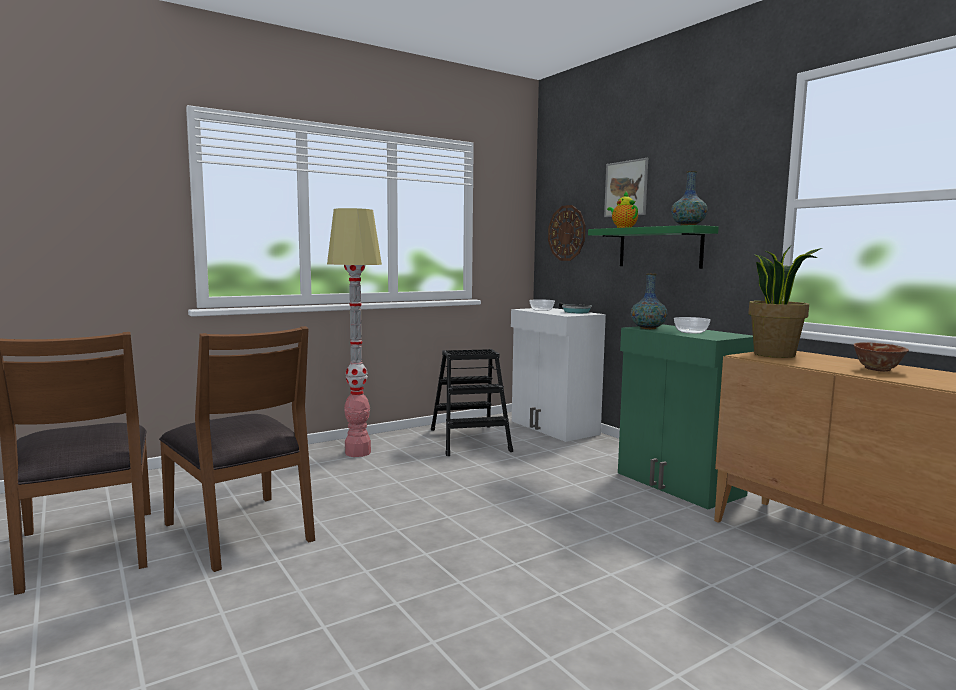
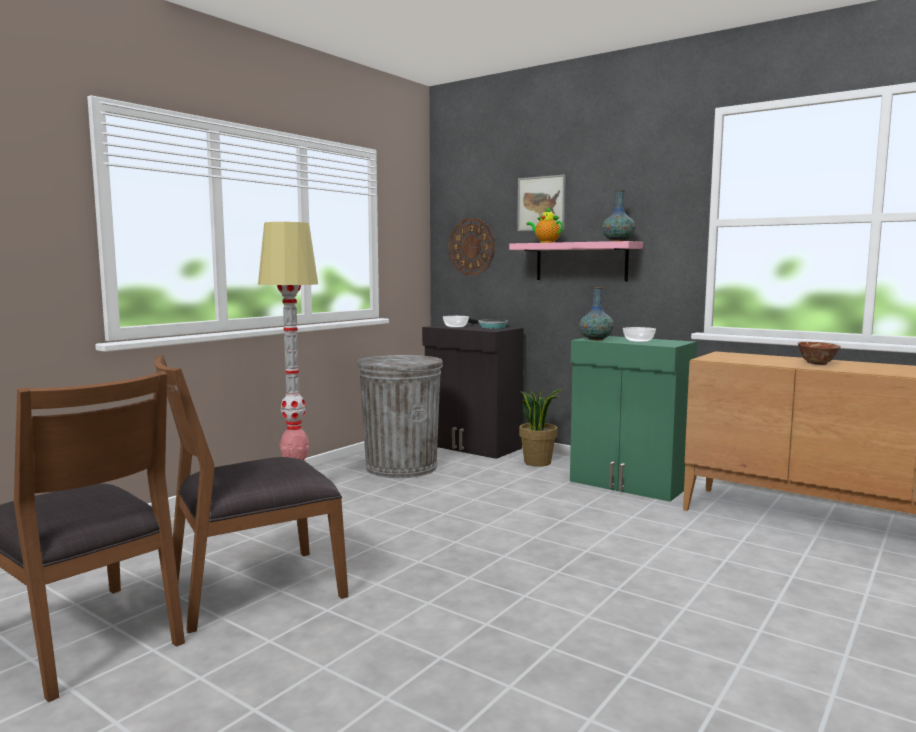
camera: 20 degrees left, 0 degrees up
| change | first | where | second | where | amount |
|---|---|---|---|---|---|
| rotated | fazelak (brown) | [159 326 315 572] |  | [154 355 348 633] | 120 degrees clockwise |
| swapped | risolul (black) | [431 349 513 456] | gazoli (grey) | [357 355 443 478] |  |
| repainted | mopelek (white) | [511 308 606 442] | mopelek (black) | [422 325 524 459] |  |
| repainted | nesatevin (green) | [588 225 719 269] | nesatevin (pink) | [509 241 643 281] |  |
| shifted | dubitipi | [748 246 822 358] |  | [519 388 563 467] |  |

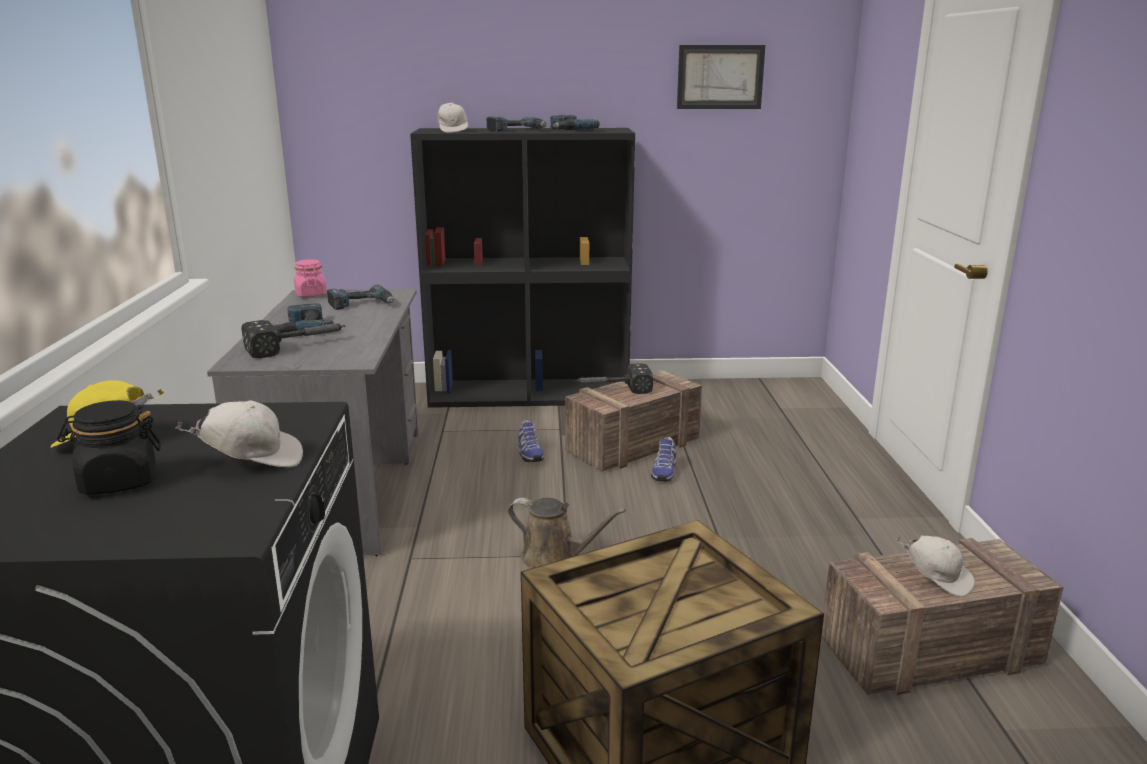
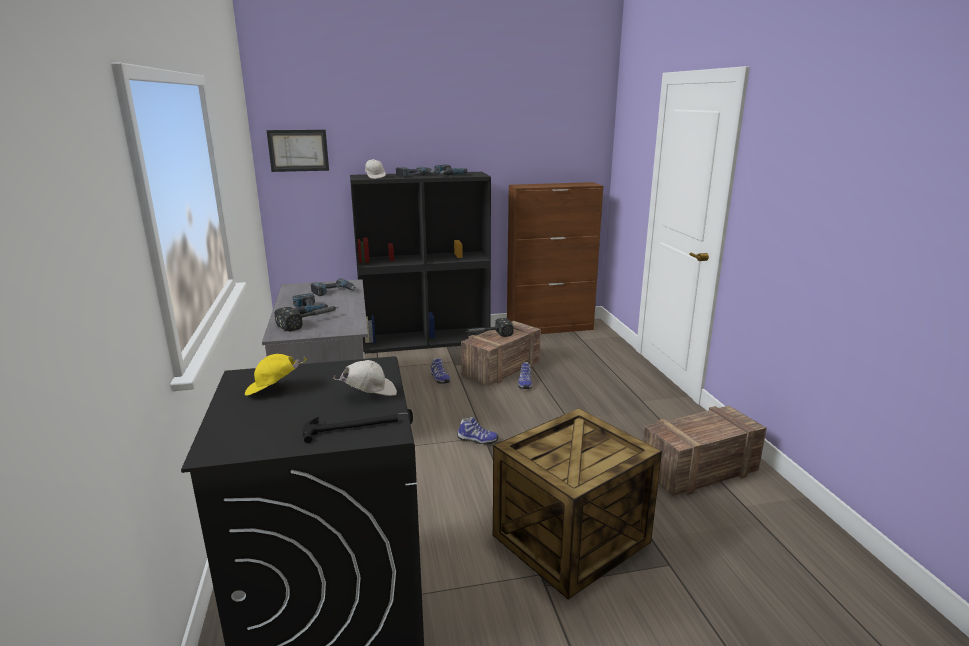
camera: 10 degrees left, 0 degrees up
| change | first | where | second | where | amount |
|---|---|---|---|---|---|
| shifted | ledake | [677 45 765 109] |  | [266 130 329 172] |  |
| new |  |  | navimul | [303 414 398 443] |  |
| swapped | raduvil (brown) | [508 498 626 569] | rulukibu | [457 417 498 445] |  |
| new |  |  | mopelek (brown) | [507 182 603 334] |  |
| gone | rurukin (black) | [57 400 161 495] |  |  |  |
| gone | rurukin (pink) | [294 259 327 297] |  |  |  |
| gone | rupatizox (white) | [895 536 975 597] |  |  |  |

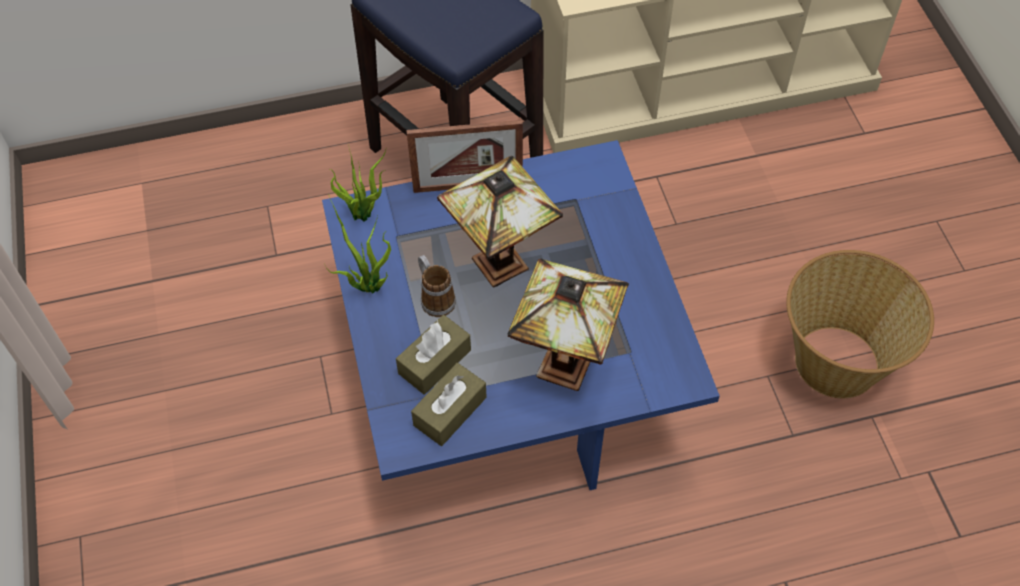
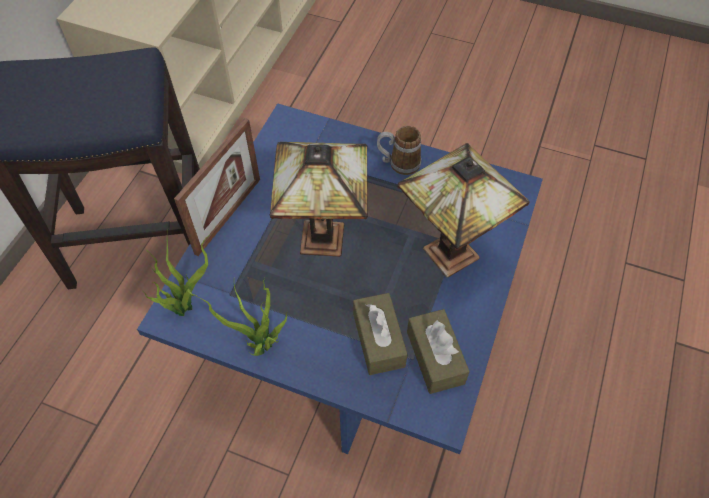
camera: 55 degrees left, 0 degrees up
| change | first | where | second | where | amount |
|---|---|---|---|---|---|
| shifted | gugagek | [418 255 456 317] |  | [377 126 421 175] |  |
| gone | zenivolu | [786 250 934 398] |  |  |  |

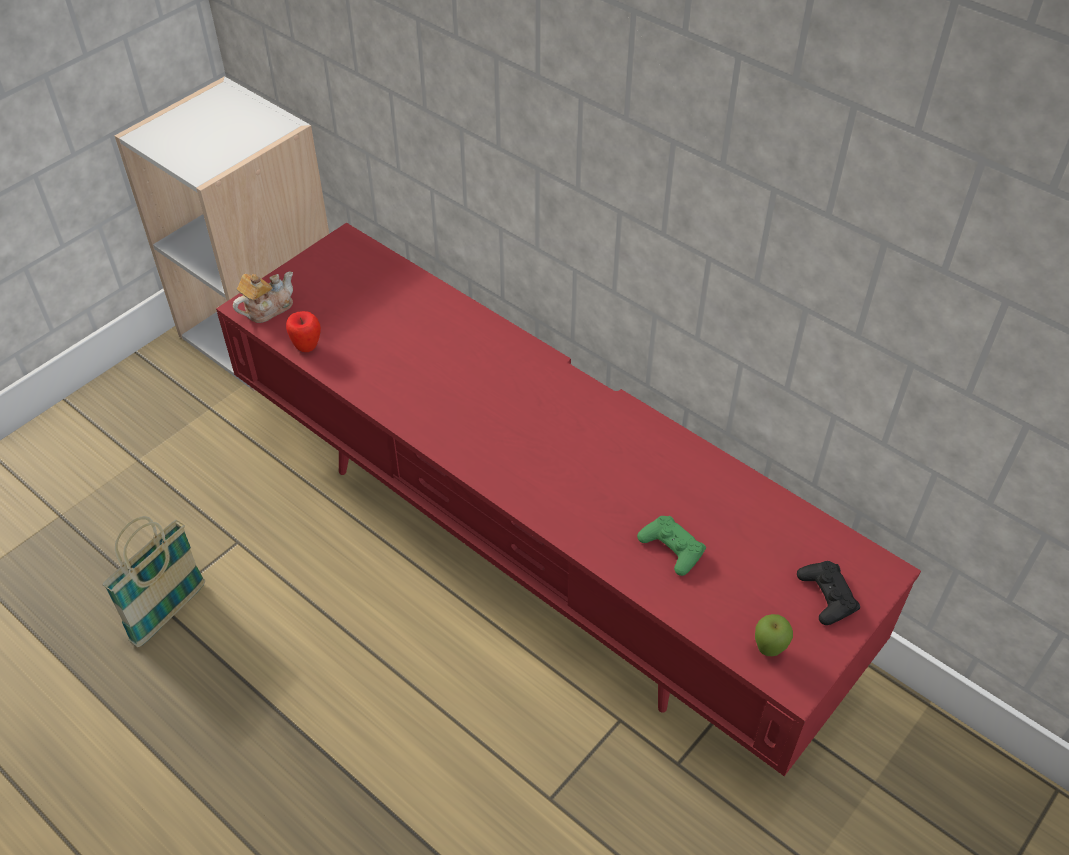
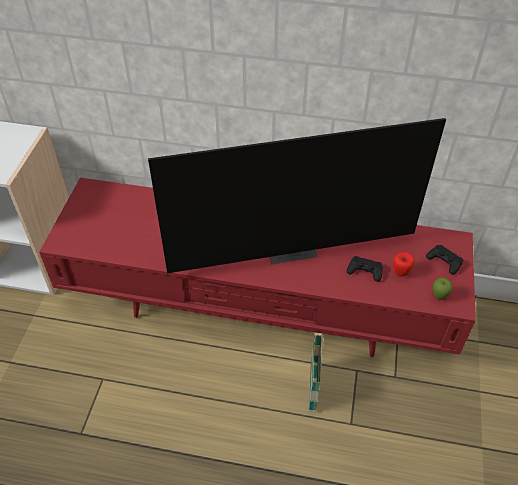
camera: 30 degrees left, 0 degrees up
| change | first | where | second | where | amount |
|---|---|---|---|---|---|
| new |  |  | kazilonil | [148 118 446 273] |  |
| shifted | zenivolu | [103 516 205 647] |  | [309 333 323 412] |  |
| repainted | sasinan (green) | [637 516 706 576] | sasinan (black) | [347 256 383 282] |  |
| shifted | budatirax | [286 311 321 352] |  | [393 252 414 277] |  |
| gone | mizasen | [233 271 293 323] |  |  |  |

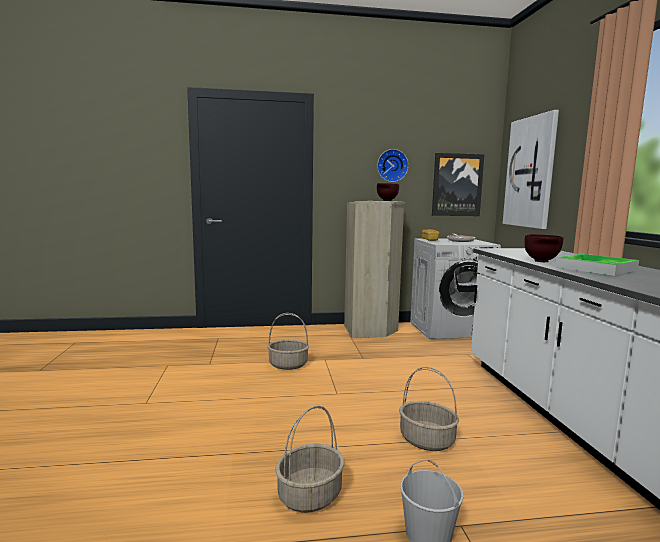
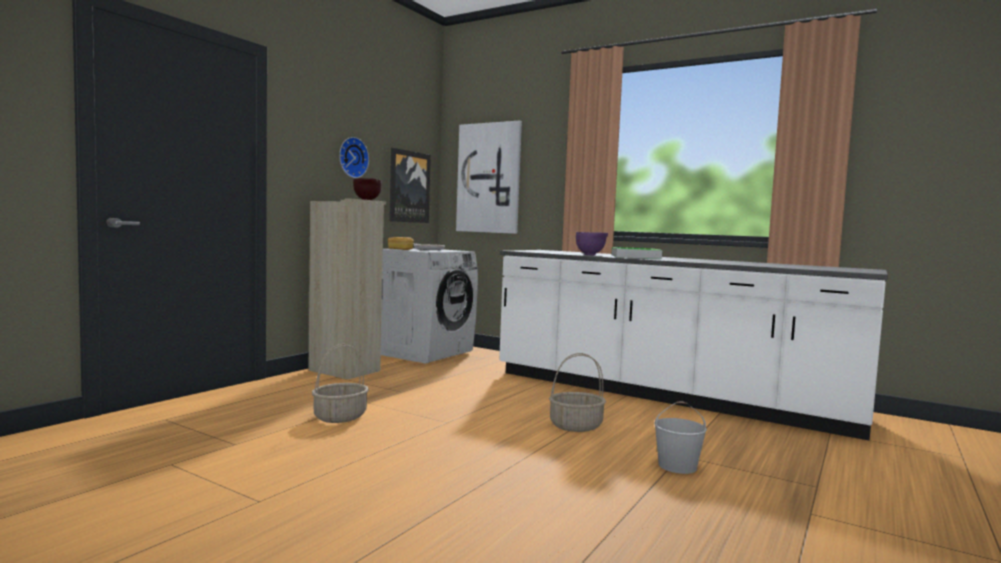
camera: 50 degrees left, 5 degrees down
| change | first | where | second | where | amount |
|---|---|---|---|---|---|
| repainted | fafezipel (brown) | [525 234 563 262] | fafezipel (purple) | [576 232 608 255] |  |
| gone | zenivolu | [275 405 344 513] |  |  |  |

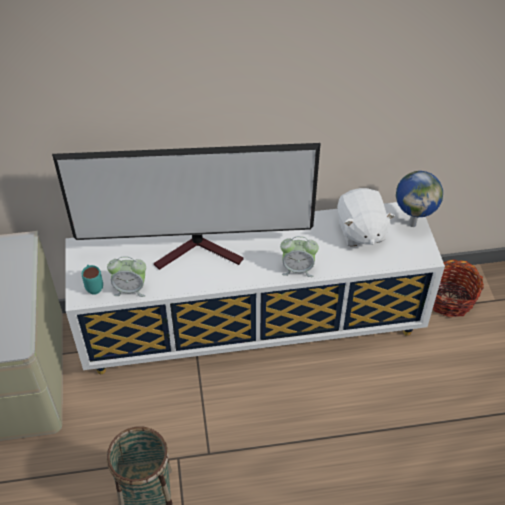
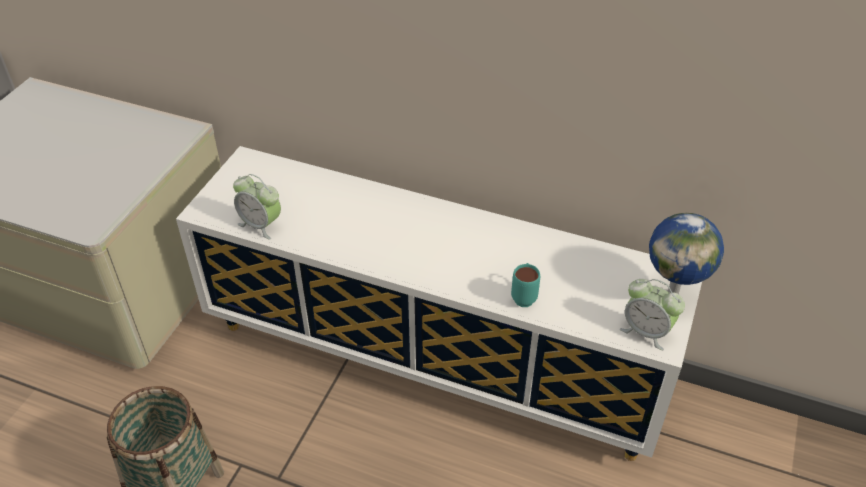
camera: 30 degrees right, 5 degrees down
| change | first | where | second | where | amount |
|---|---|---|---|---|---|
| shifted | gugagek (turquoise) | [82 265 103 294] |  | [511 263 540 307] |  |
| shifted | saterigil | [280 236 319 277] |  | [620 279 685 350] |  |
| gone | kazilonil | [52 143 321 270] |  |  |  |
| gone | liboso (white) | [337 188 395 247] |  |  |  |
| gone | zenivolu | [433 259 484 318] |  |  |  |

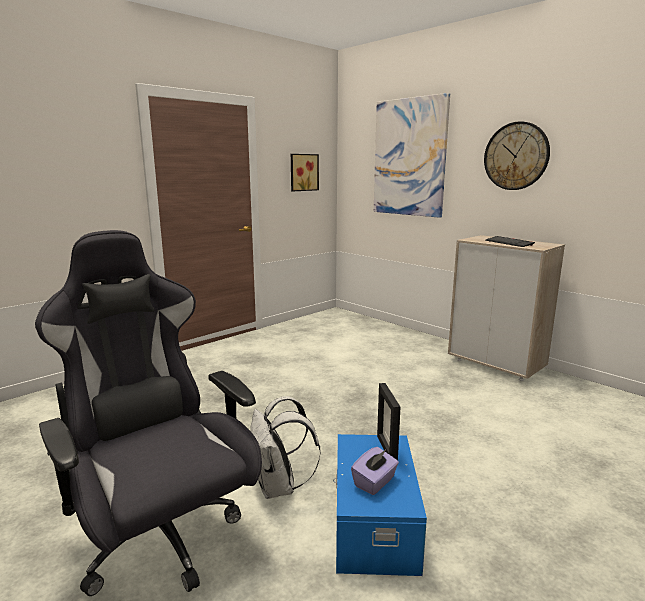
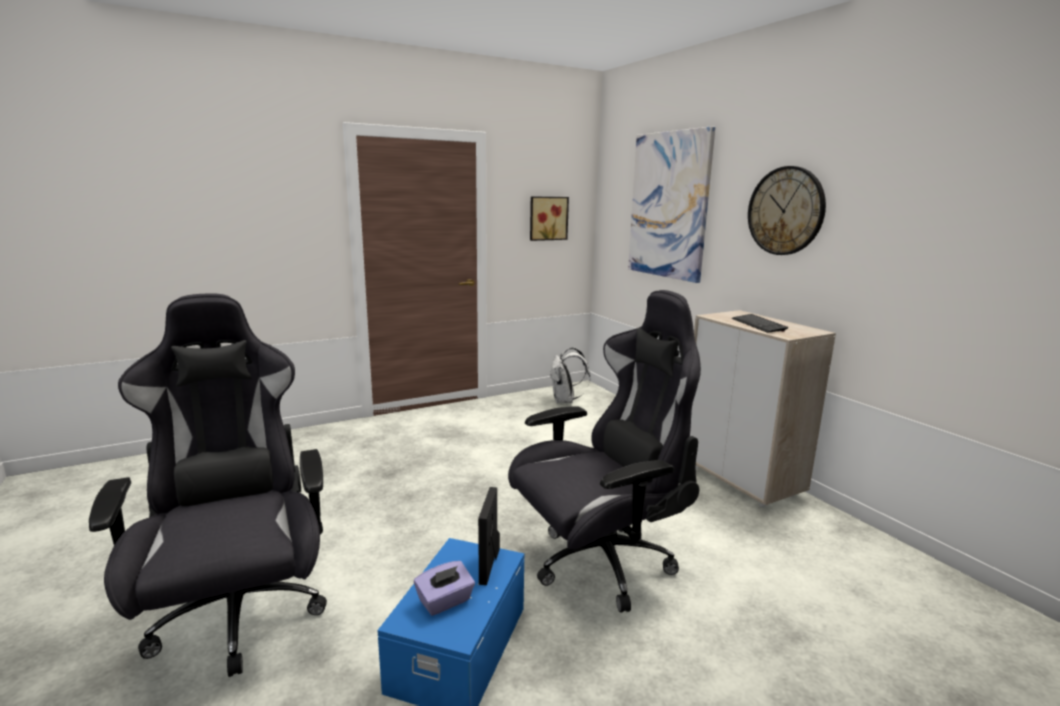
camera: 15 degrees right, 0 degrees up
| change | first | where | second | where | amount |
|---|---|---|---|---|---|
| new |  |  | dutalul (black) | [508 290 701 613] |  |
| shifted | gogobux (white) | [250 396 321 499] |  | [550 347 590 403] |  |

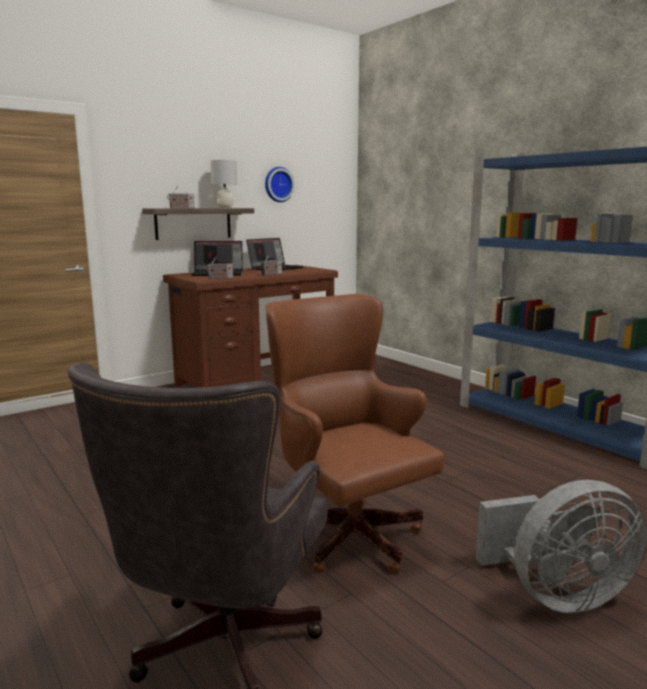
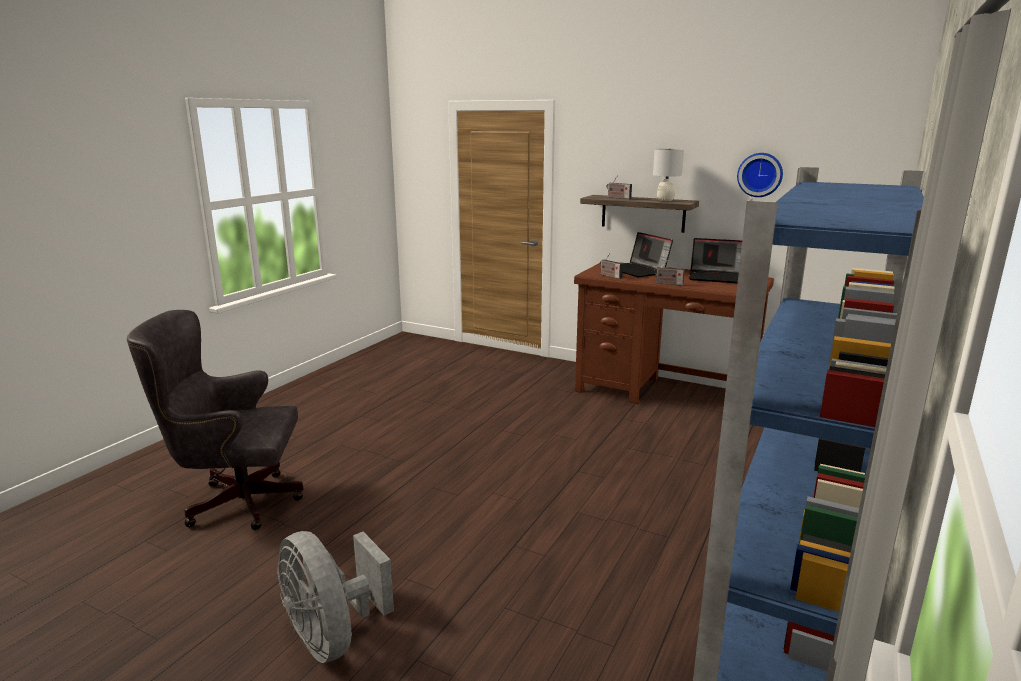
camera: 65 degrees right, 5 degrees up
| change | first | where | second | where | amount |
|---|---|---|---|---|---|
| gone | dutalul (brown) | [266 294 444 573] |  |  |  |

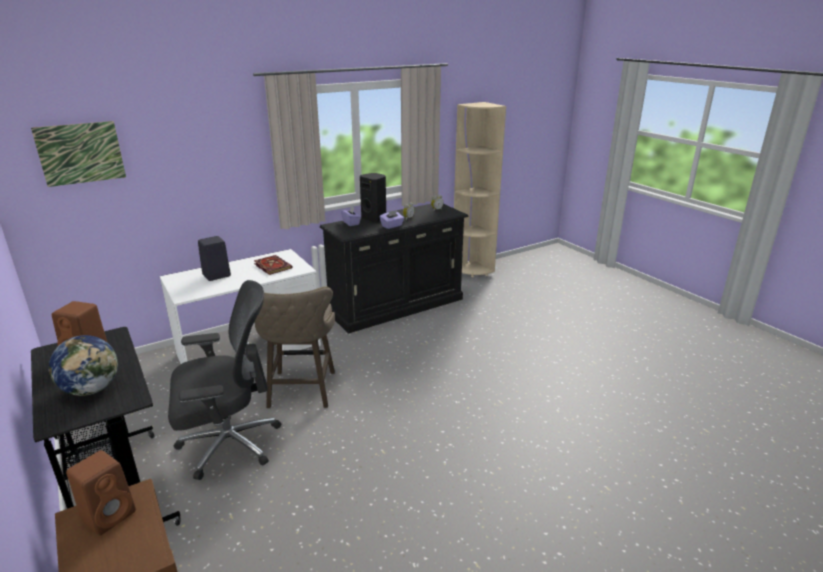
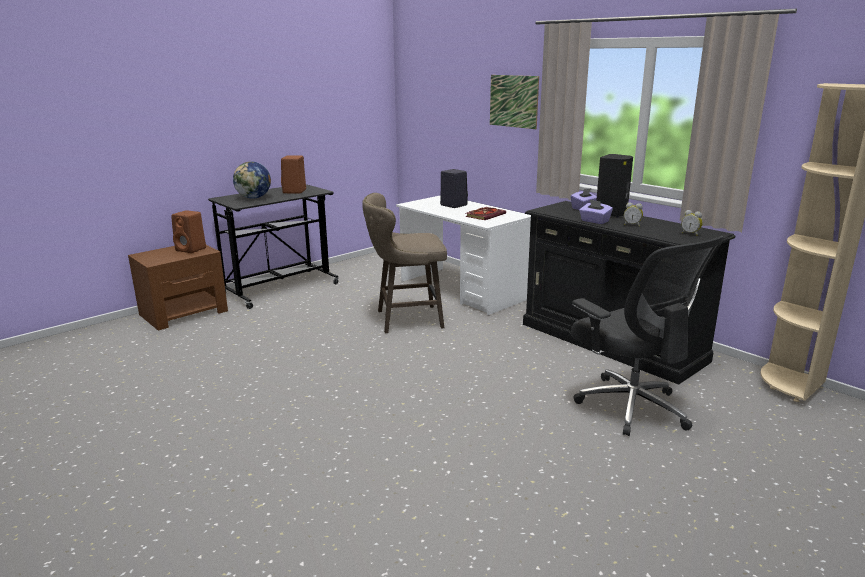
camera: 80 degrees right, 5 degrees down
| change | first | where | second | where | amount |
|---|---|---|---|---|---|
| shifted | ledake | [31 121 126 187] |  | [490 75 539 129] |  |
| shifted | dutalul | [168 280 281 480] |  | [571 236 723 436] |  |

